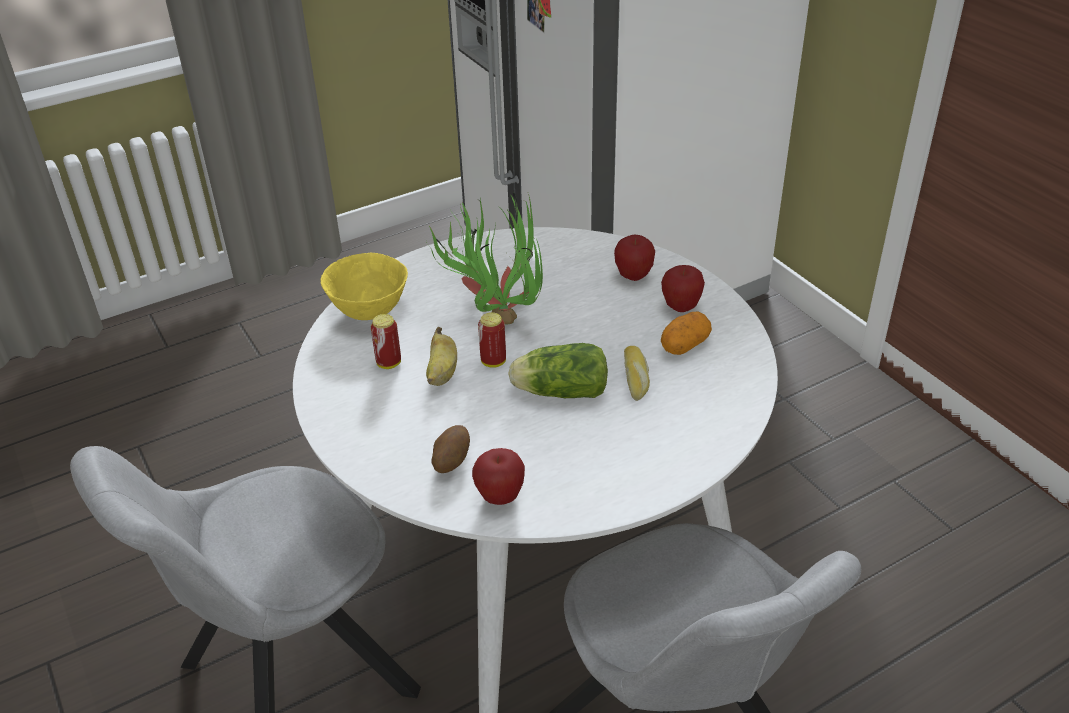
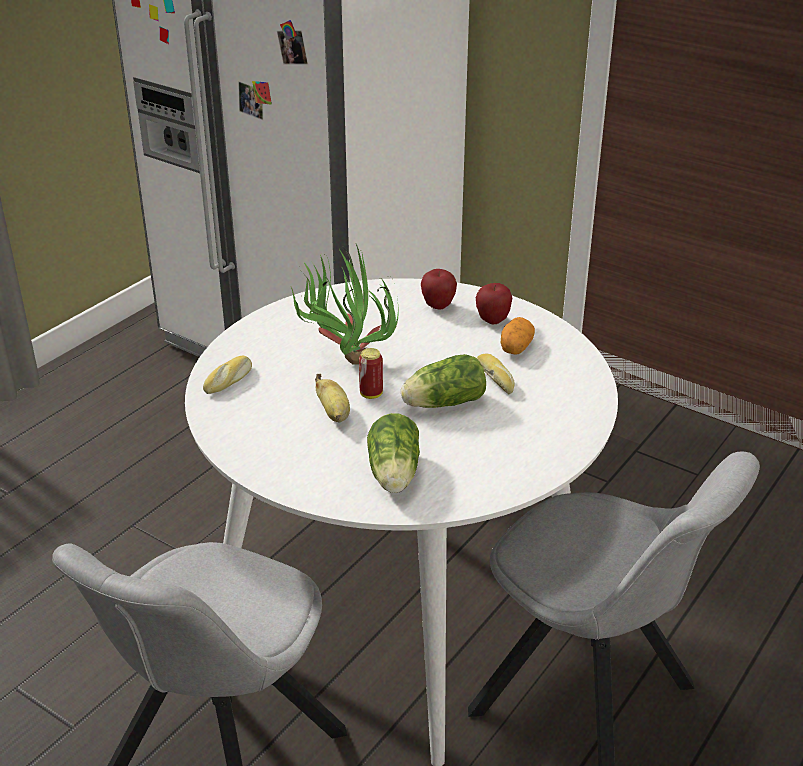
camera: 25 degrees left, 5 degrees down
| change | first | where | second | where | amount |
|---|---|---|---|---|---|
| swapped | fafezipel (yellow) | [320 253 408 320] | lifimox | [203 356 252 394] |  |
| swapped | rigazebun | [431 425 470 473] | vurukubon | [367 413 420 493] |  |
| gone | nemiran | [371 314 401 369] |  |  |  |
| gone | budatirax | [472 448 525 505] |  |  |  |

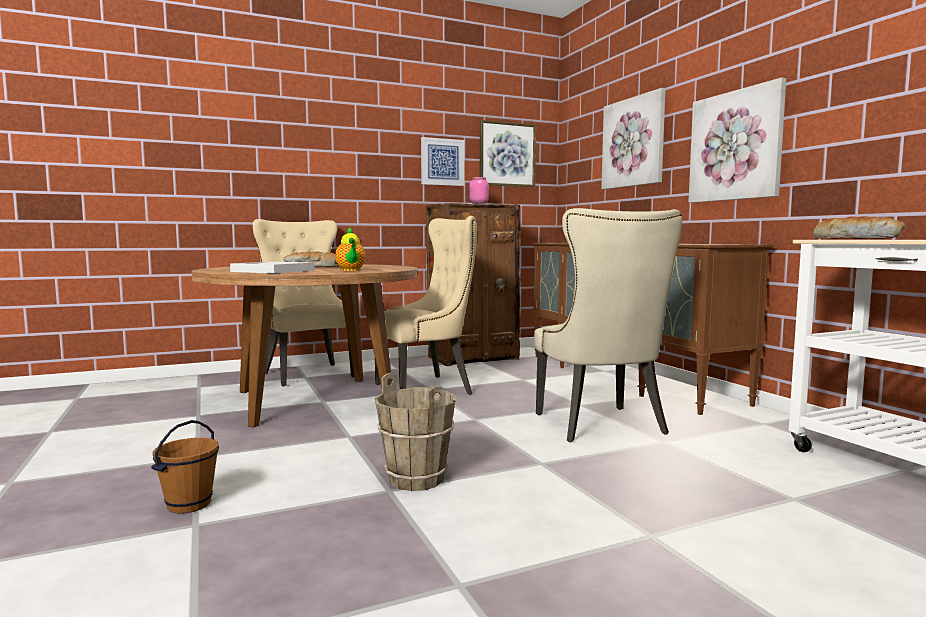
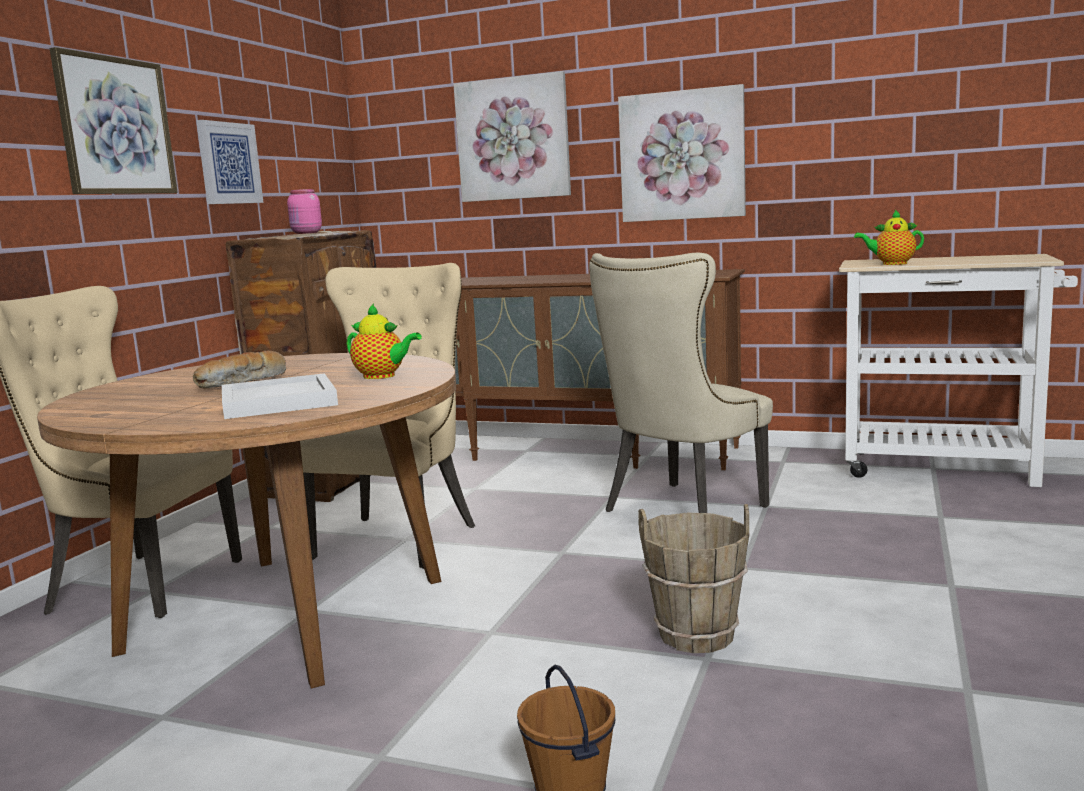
camera: 45 degrees left, 5 degrees up
| change | first | where | second | where | amount |
|---|---|---|---|---|---|
| shifted | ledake | [480 120 536 187] |  | [50 47 178 194] |  |
| rotated | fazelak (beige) | [534 208 682 442] |  | [589 253 773 513] | 105 degrees clockwise |
| swapped | lifimox | [813 216 906 239] | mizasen | [854 210 924 265] |  |

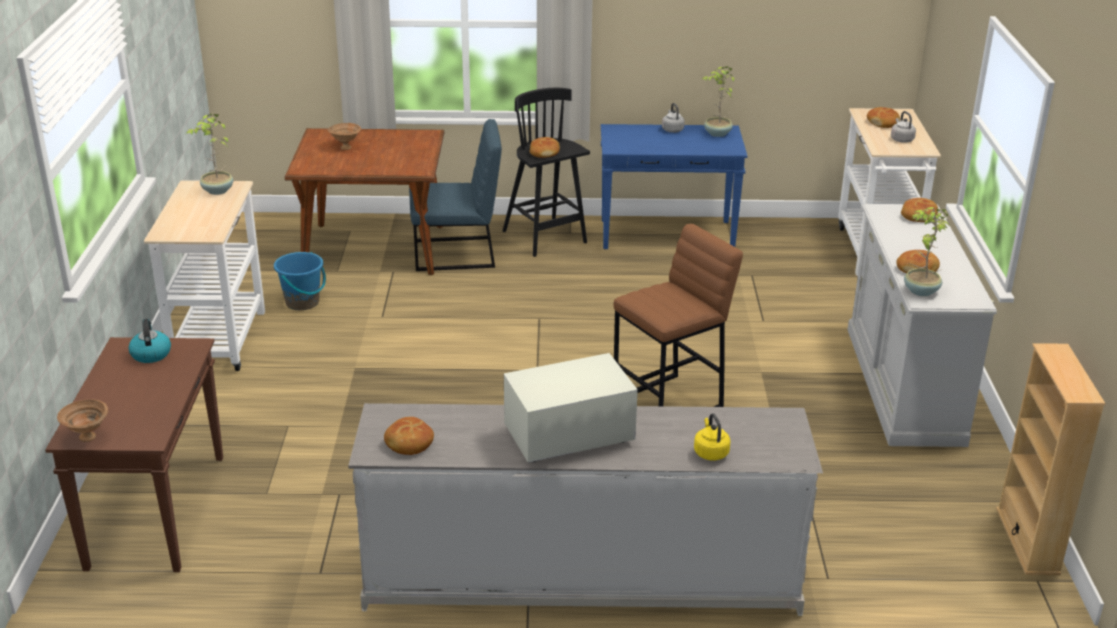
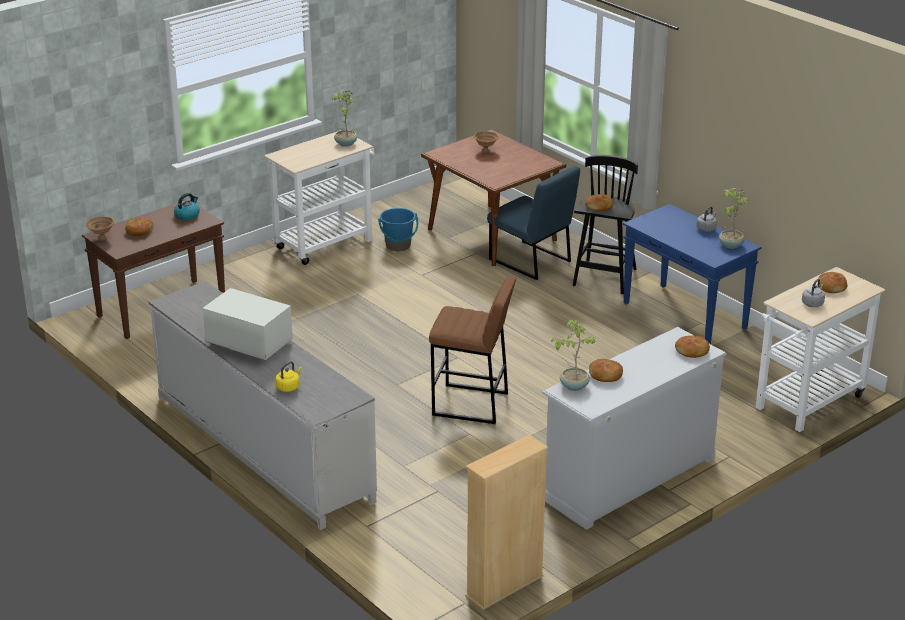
camera: 50 degrees right, 0 degrees up
| change | first | where | second | where | amount |
|---|---|---|---|---|---|
| shifted | lifimox | [384 417 434 455] |  | [125 218 154 236] |  |

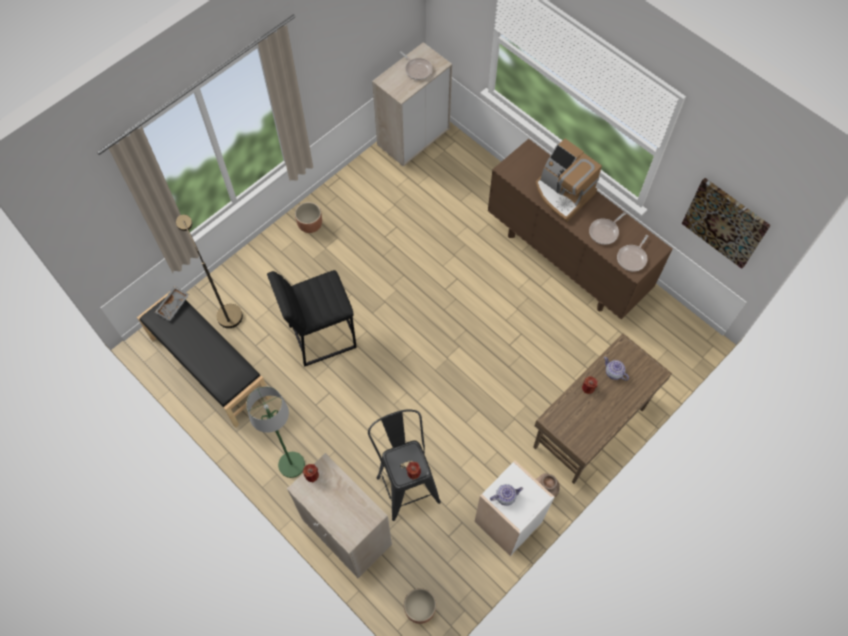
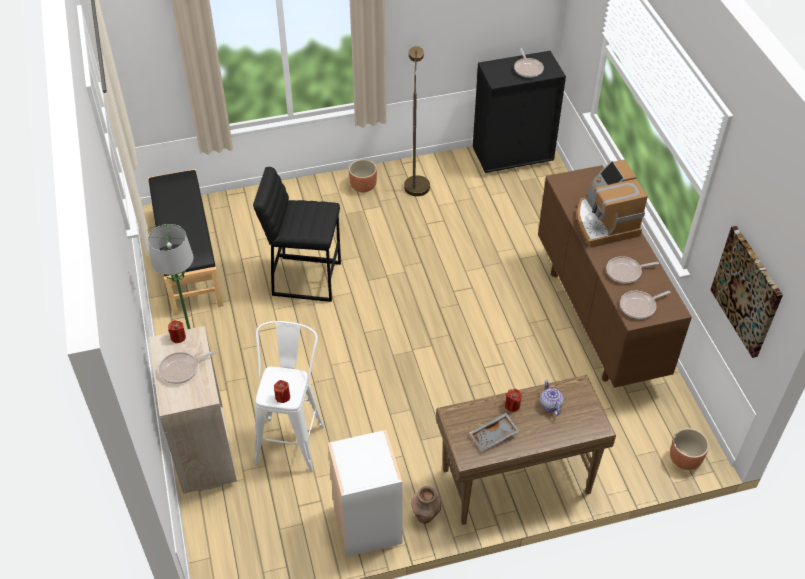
camera: 30 degrees right, 15 degrees down
| change | first | where | second | where | amount |
|---|---|---|---|---|---|
| new |  |  | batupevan | [159 350 216 384] |  |
| repainted | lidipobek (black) | [368 409 441 521] | lidipobek (white) | [255 321 324 472] |  |
| shifted | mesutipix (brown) | [176 215 243 328] |  | [404 46 430 196] |  |
| shifted | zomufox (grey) | [155 286 189 321] |  | [469 413 519 452] |  |
| repainted | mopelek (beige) | [372 42 452 166] | mopelek (black) | [473 51 566 173] |  |
| shifted | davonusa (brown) | [404 588 436 624] |  | [670 428 709 470] |  |
| gone | mizasen | [490 484 523 506] |  |  |  |

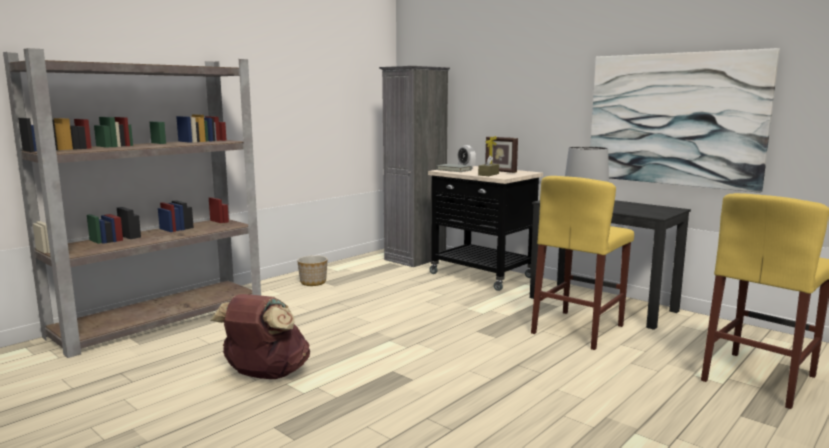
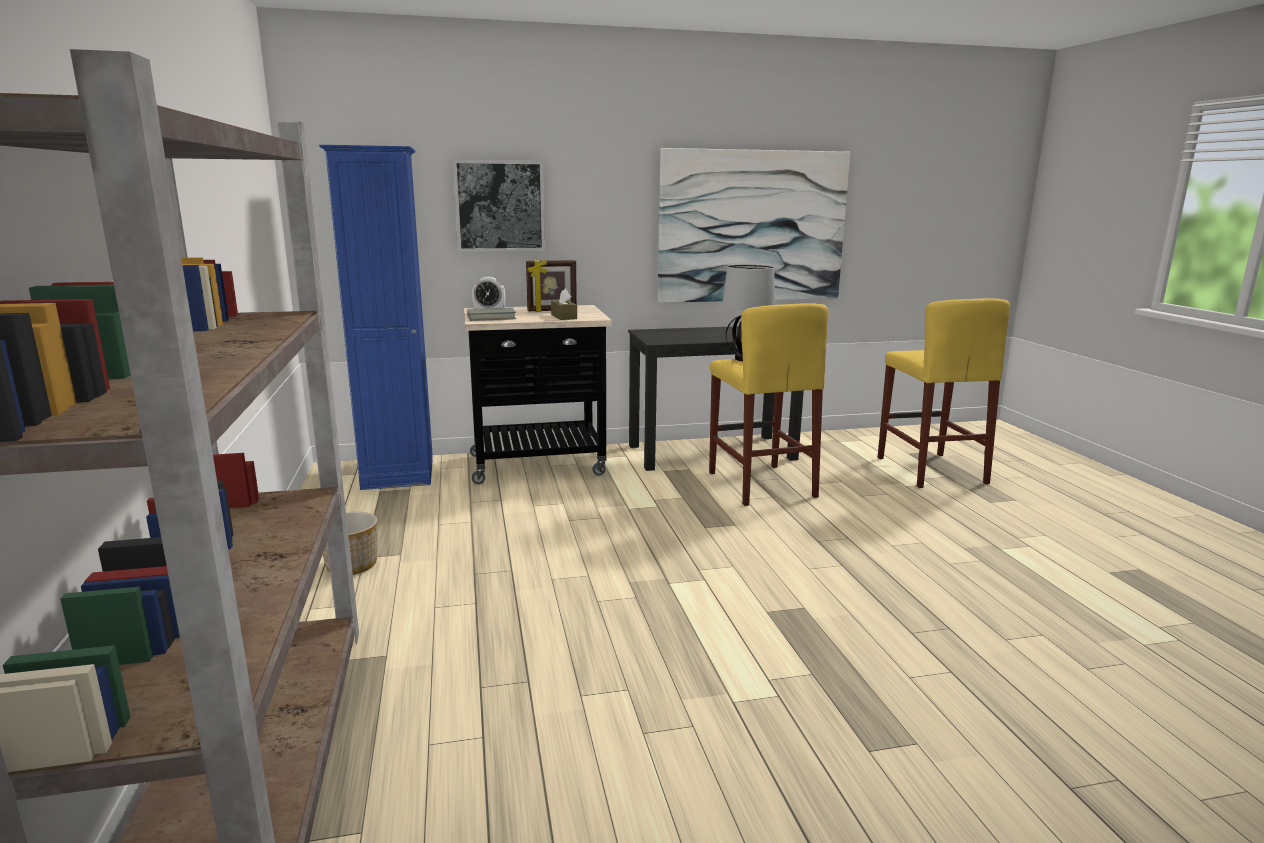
camera: 55 degrees left, 5 degrees up
| change | first | where | second | where | amount |
|---|---|---|---|---|---|
| repainted | mopelek (grey) | [379 66 450 267] | mopelek (blue) | [319 145 433 490] |  |
| new |  |  | ledake | [453 160 545 252] |  |
| gone | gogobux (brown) | [210 294 310 379] |  |  |  |

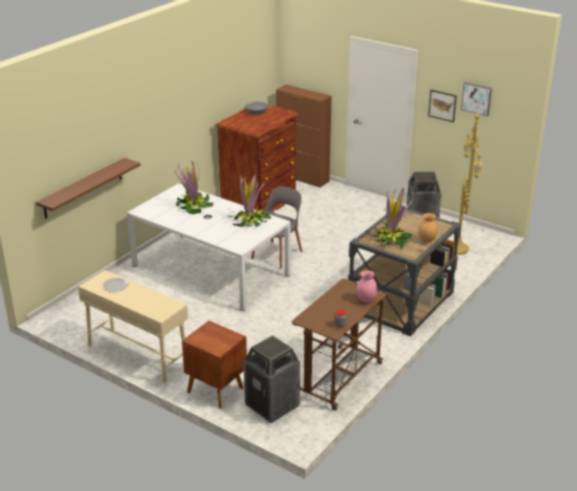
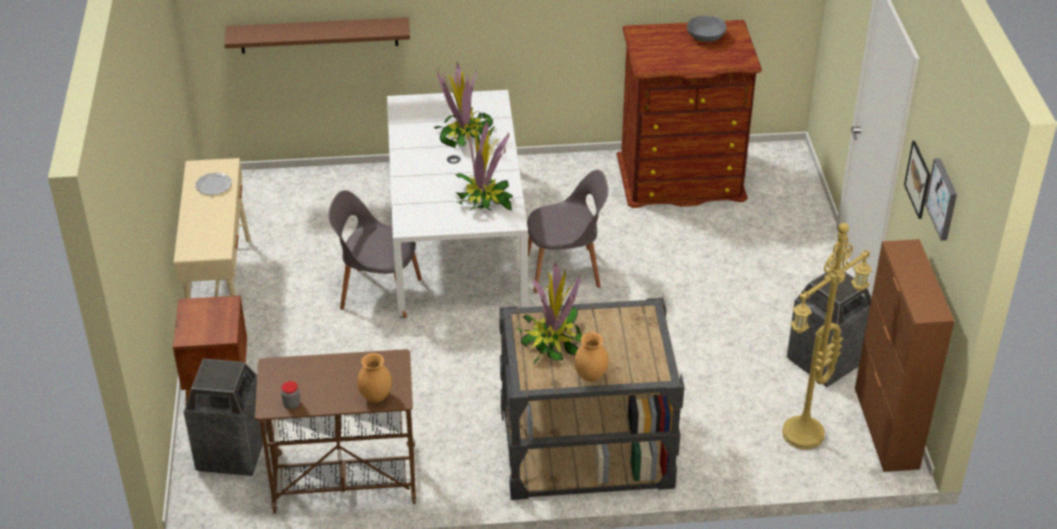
camera: 50 degrees right, 10 degrees up
| change | first | where | second | where | amount |
|---|---|---|---|---|---|
| new |  |  | fazelak (grey) | [329 190 422 318] |  |
| repainted | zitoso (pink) | [356 270 377 303] | zitoso (brown) | [357 353 392 403] |  |
| shifted | mopelek (brown) | [276 85 332 188] |  | [855 239 955 472] |  |

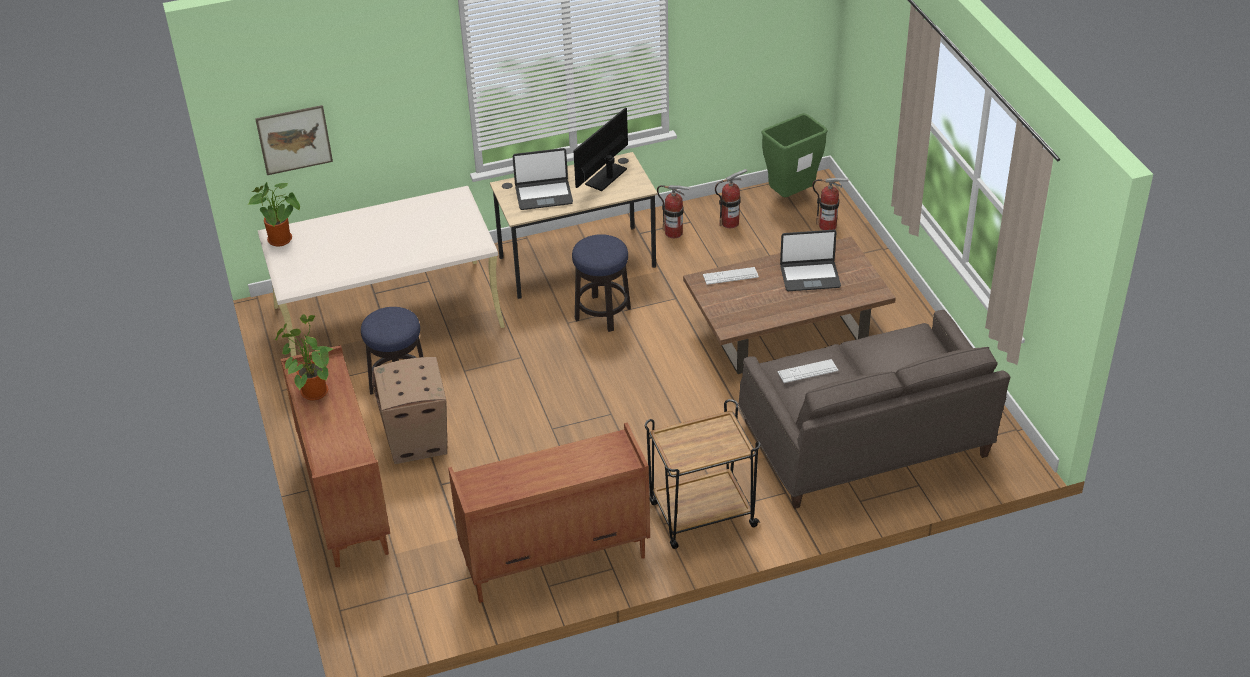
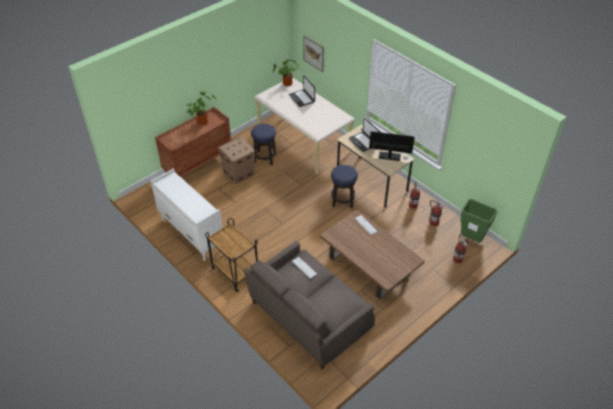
camera: 65 degrees right, 5 degrees up
| change | first | where | second | where | amount |
|---|---|---|---|---|---|
| repainted | mopelek (brown) | [448 422 650 603] | mopelek (white) | [151 168 222 261] |  |
| shifted | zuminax | [780 230 841 291] |  | [289 76 315 107] |  |

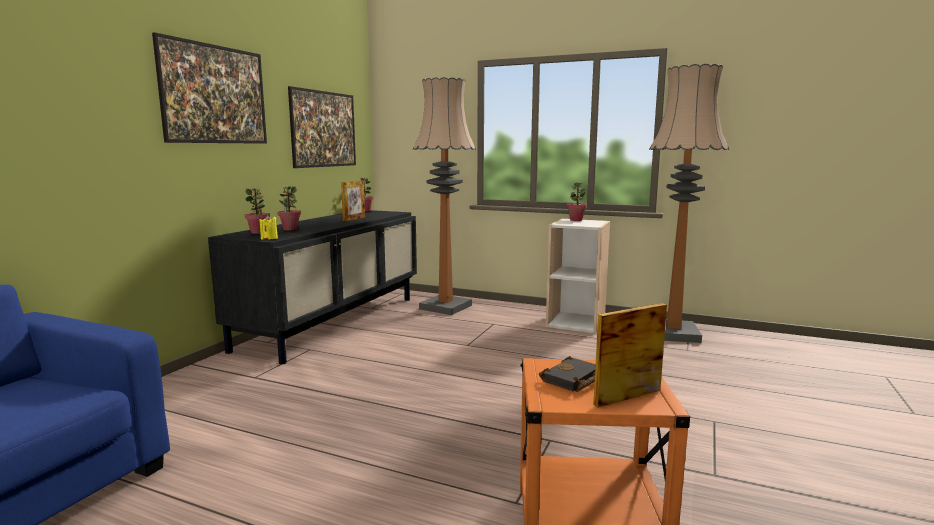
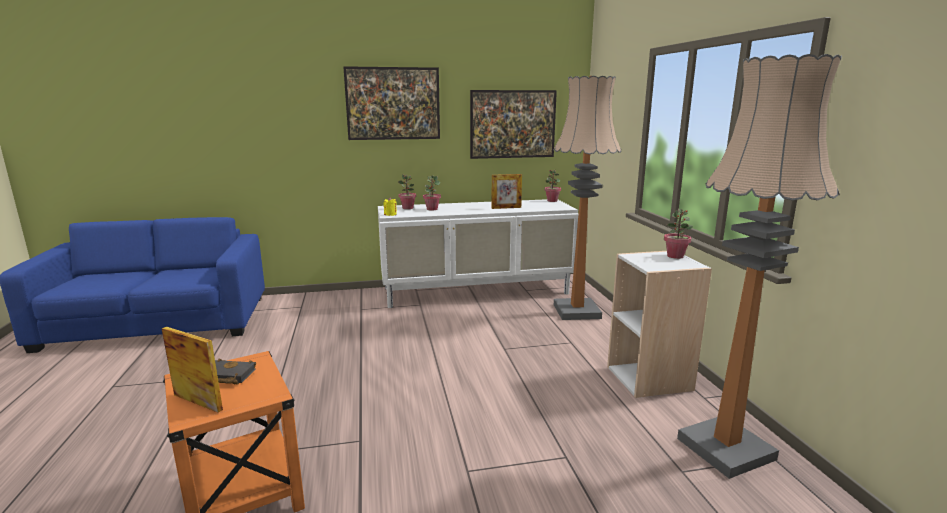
camera: 55 degrees right, 5 degrees up
| change | first | where | second | where | amount |
|---|---|---|---|---|---|
| repainted | mopelek (black) | [208 210 417 364] | mopelek (white) | [378 199 579 308] |  |

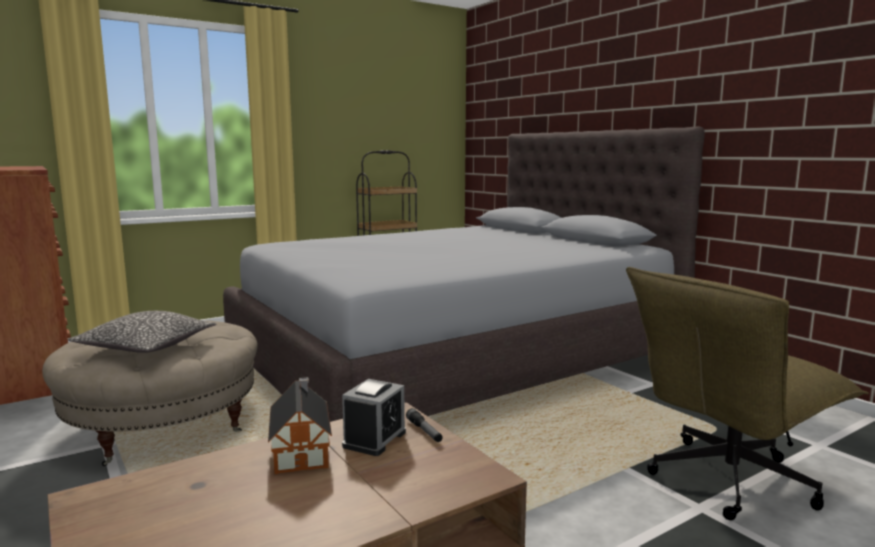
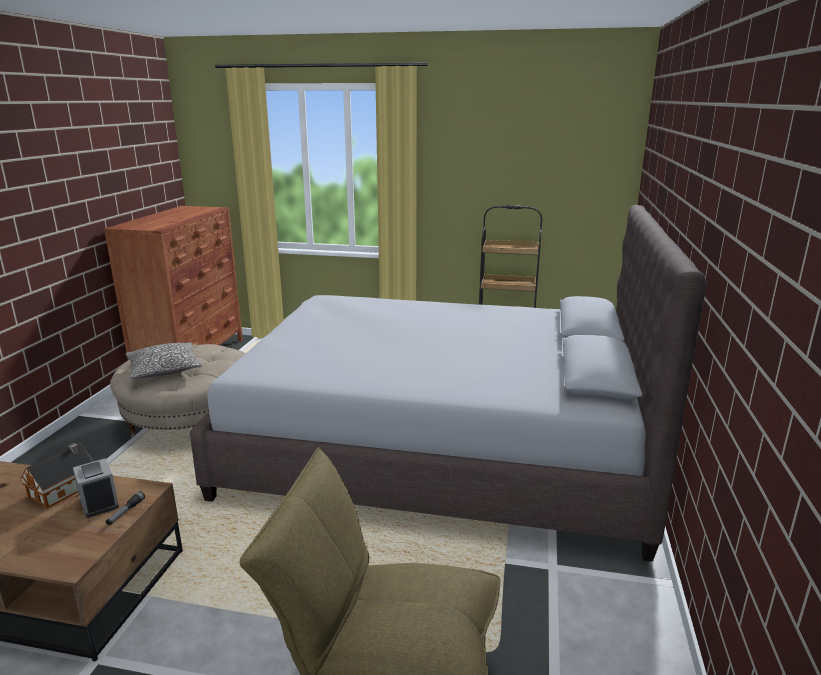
camera: 45 degrees right, 10 degrees up
| change | first | where | second | where | amount |
|---|---|---|---|---|---|
| rotated | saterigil | [342 379 406 456] |  | [73 458 119 518] | 75 degrees clockwise |

